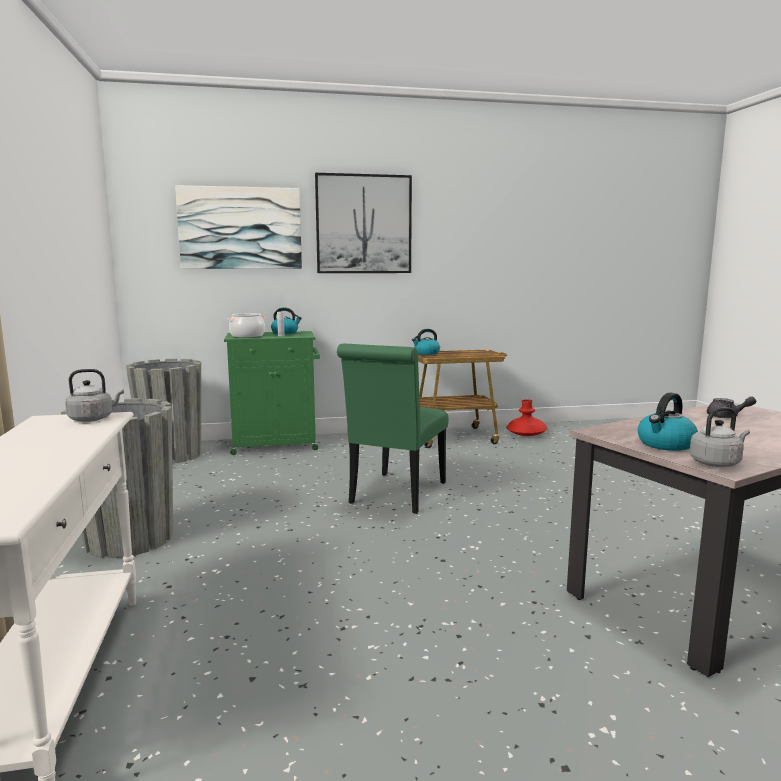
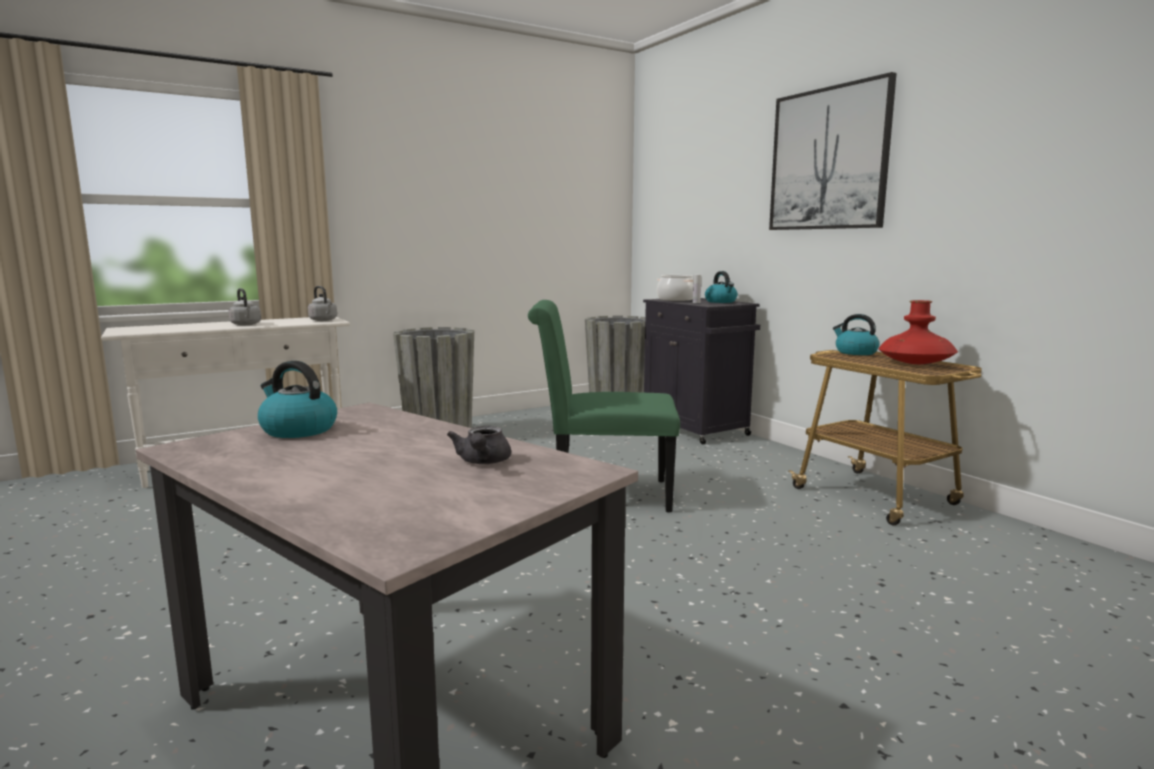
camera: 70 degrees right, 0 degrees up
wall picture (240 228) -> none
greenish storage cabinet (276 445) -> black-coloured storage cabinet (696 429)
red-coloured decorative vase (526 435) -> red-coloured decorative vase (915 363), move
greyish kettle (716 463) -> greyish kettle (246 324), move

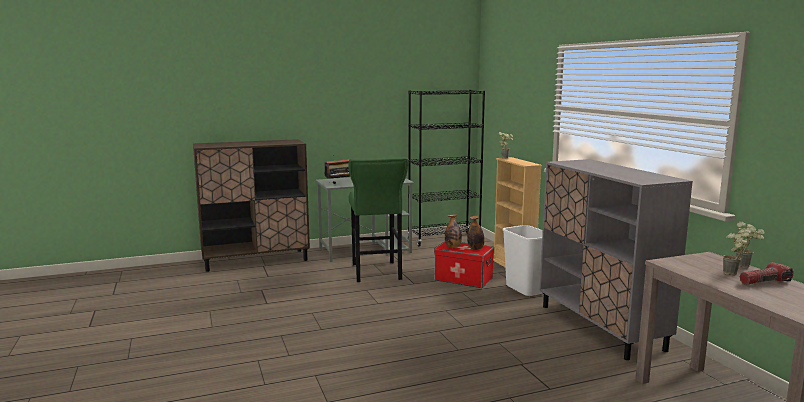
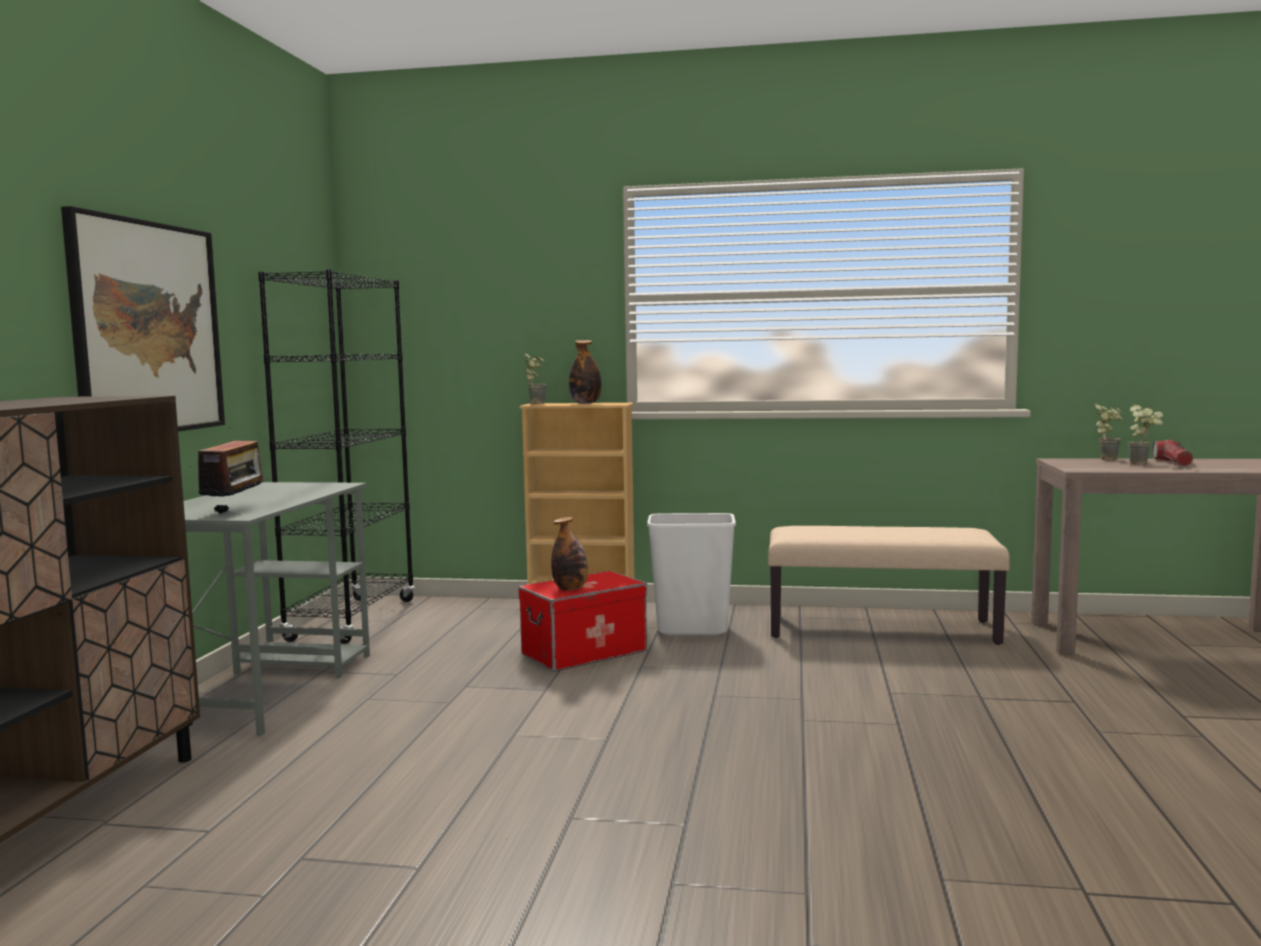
camera: 60 degrees left, 5 degrees down
greenish sitting stool (376 273) -> none
greyish storage cabinet (600 327) -> beige-coloured bench (881 629)
beverage bottle (475 249) -> beverage bottle (585 403), move
none -> wall picture (147 328)

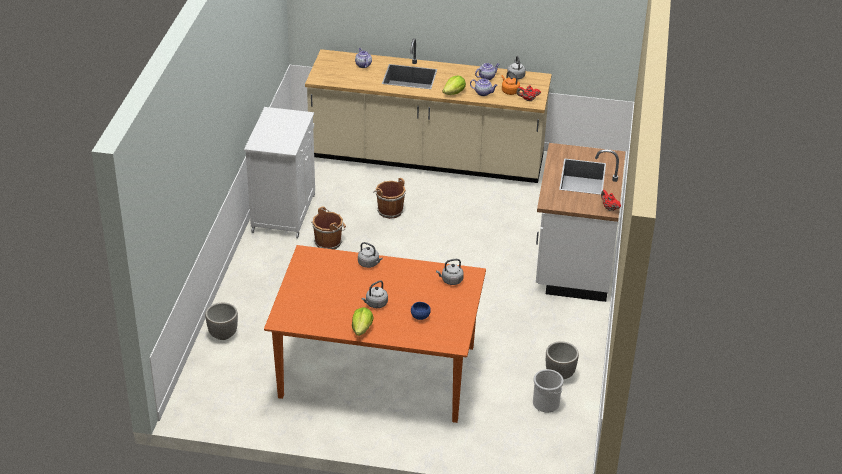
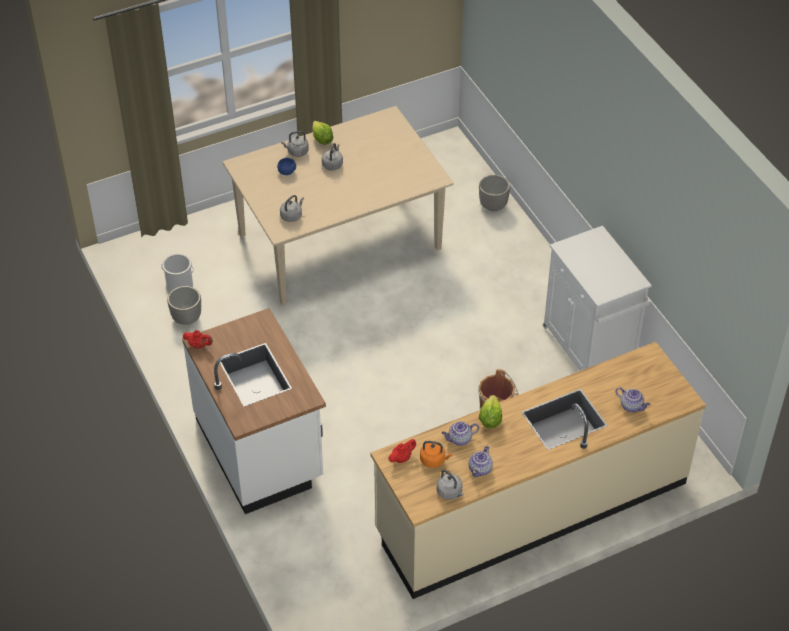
camera: 145 degrees right, 10 degrees up
brown bucket (329 242) -> none
greyish kettle (369 263) -> greyish kettle (296 152), move
orange dinner table (377 372) -> beige-coloured dinner table (340 240)

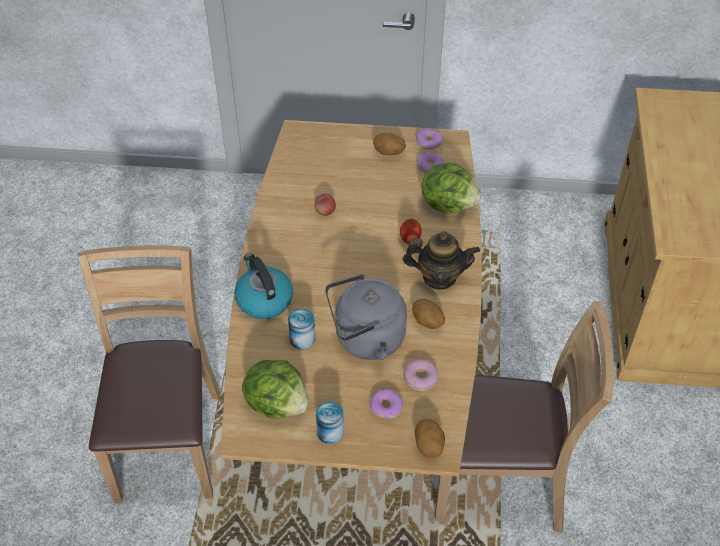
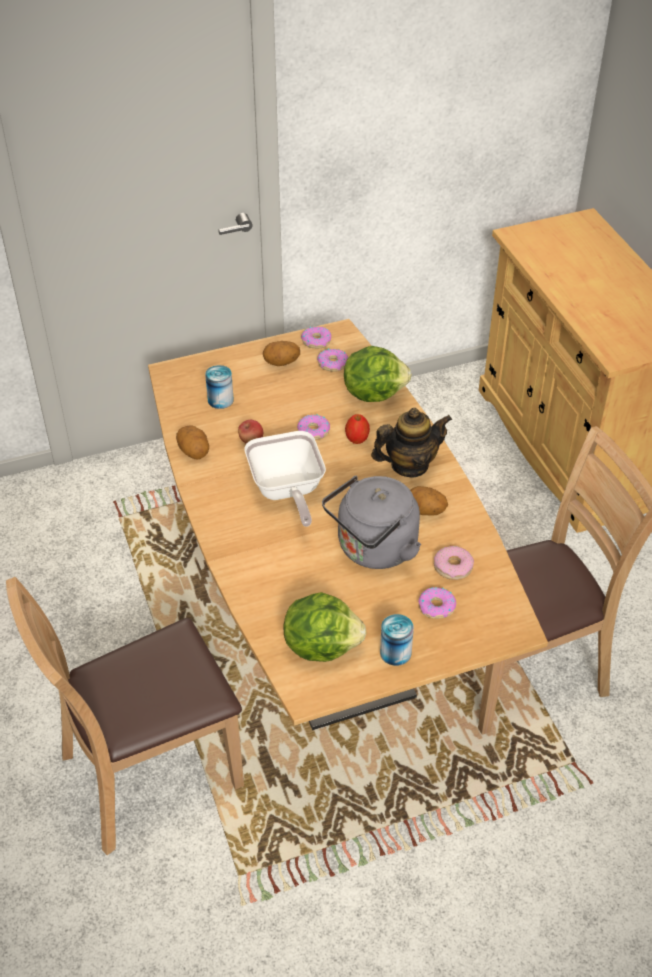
camera: 25 degrees left, 5 degrees down
brown upright chair (167 444) -> brown upright chair (149 773), 90 degrees counterclockwise
kettle (263 299) -> none
sealed can (302 339) -> sealed can (220 400), move
spud (429 445) -> spud (194 452), move
none -> donut (313 431)
none -> pan (287 491)

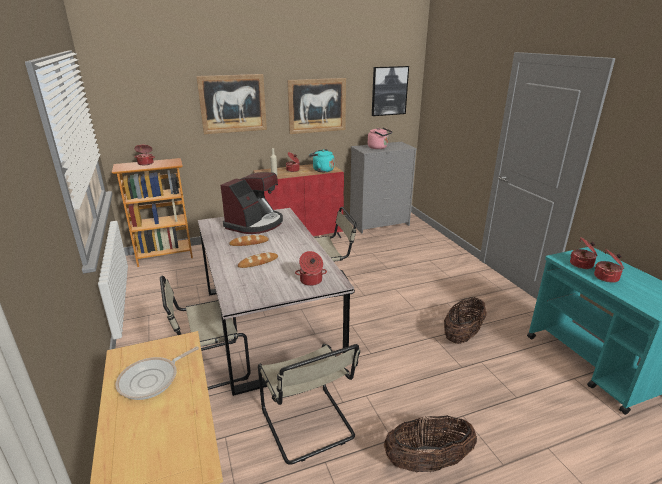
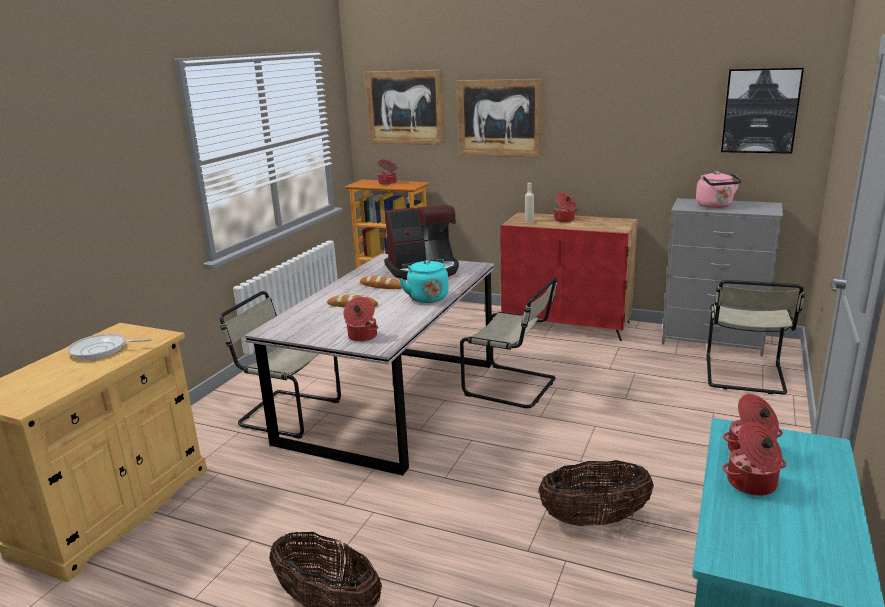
camera: 45 degrees right, 5 degrees down
wall picture (317 105) -> wall picture (405 107), move
blue-green kettle (322 170) -> blue-green kettle (426 297), move
beige-coloured upright chair (309 426) -> beige-coloured upright chair (744 377), move

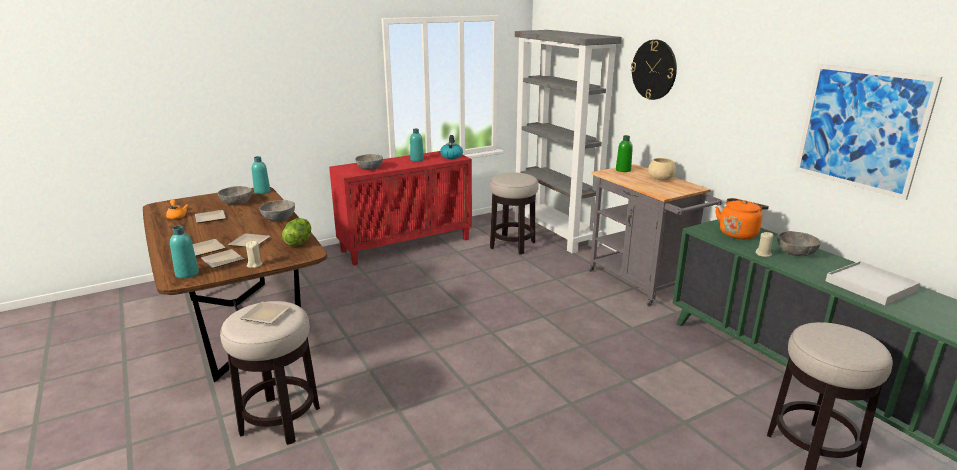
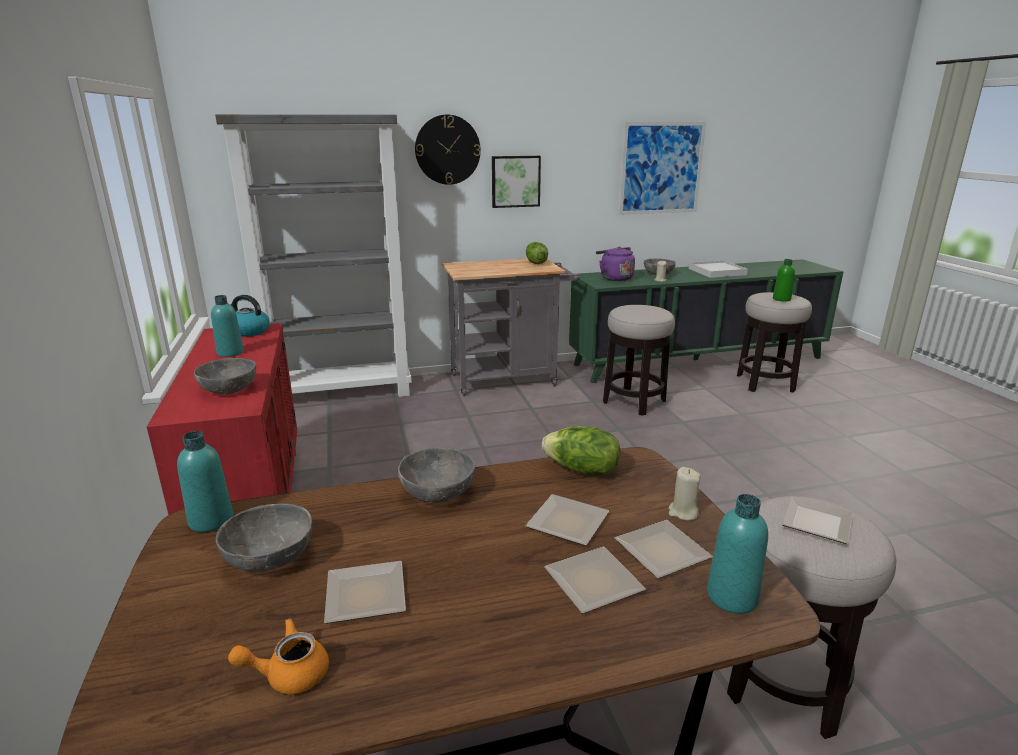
camera: 75 degrees left, 0 degrees up
greenish beverage bottle (623 170) -> greenish beverage bottle (781 299), move
beige-coloured deep dish (661 178) -> none
sitting stool (512 245) -> sitting stool (634 401), move
orange kettle (738 233) -> purple-coloured kettle (614 278)
none -> wall picture (515 181)
none -> lettuce head (535 263)

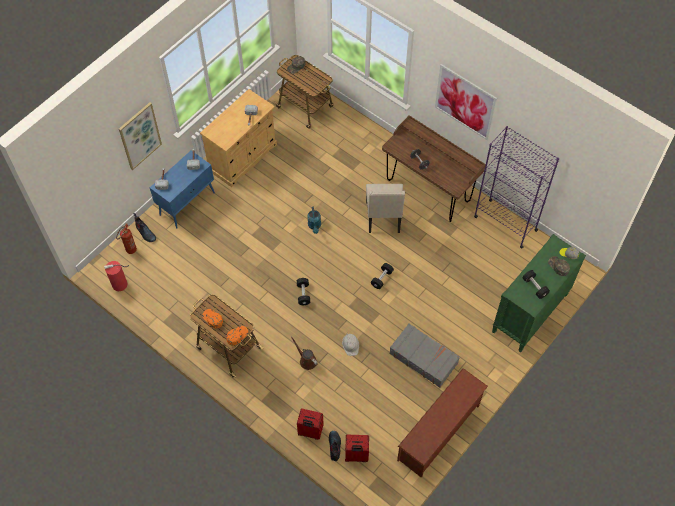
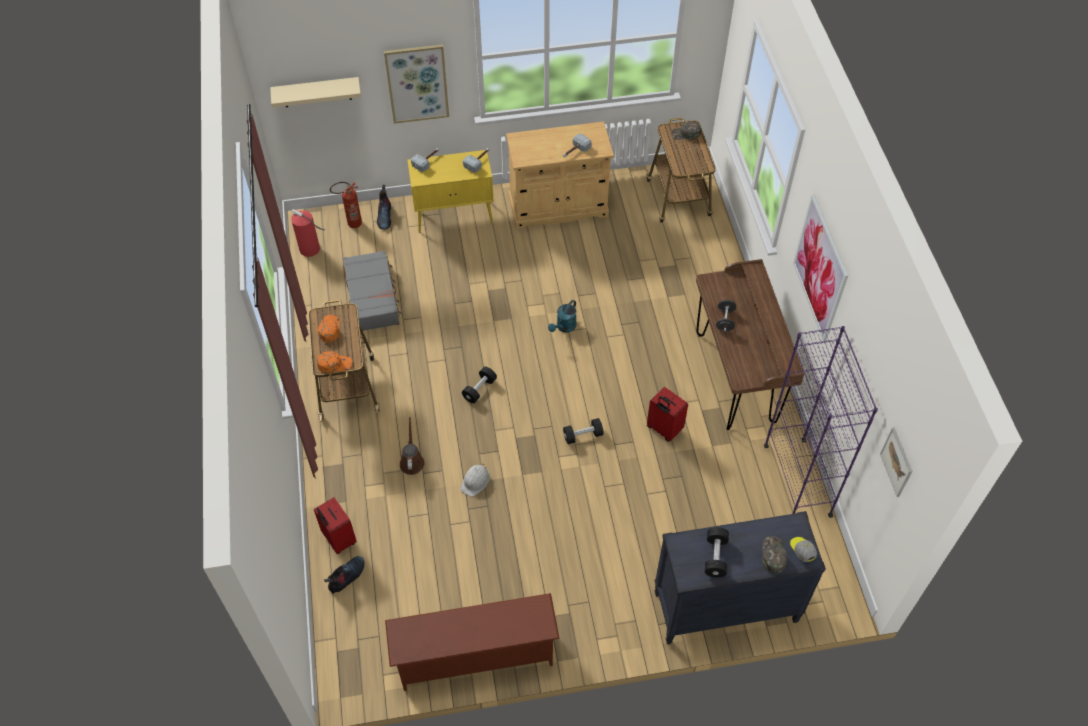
camera: 40 degrees right, 5 degrees down
blue storage cabinet (187 203) -> yellow-coloured storage cabinet (454 216)
beige-coloured upright chair (384 218) -> none
greenish dresser (530 314) -> black-coloured dresser (724 608)
greyish travel case (423 358) -> greyish travel case (372 297), move
red-coloured travel case (356 455) -> red-coloured travel case (663 429), move
none -> beige-coloured bracket shelf (316 92)
none -> wall picture (896 462)

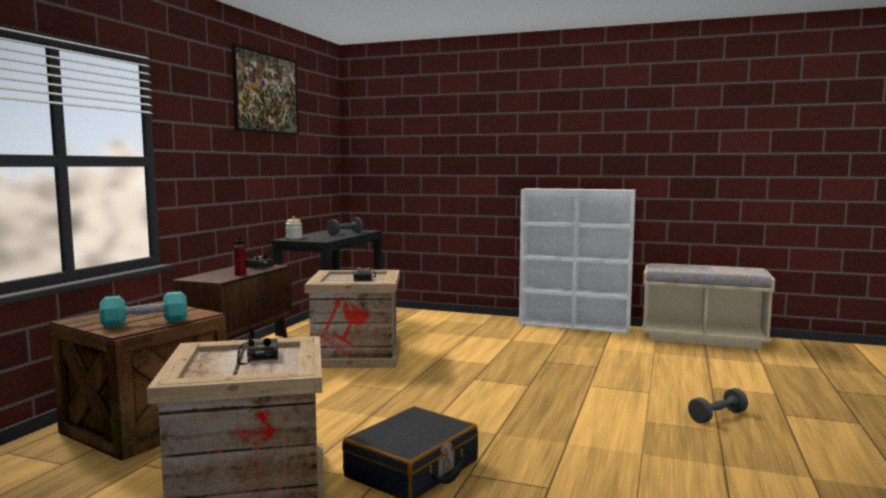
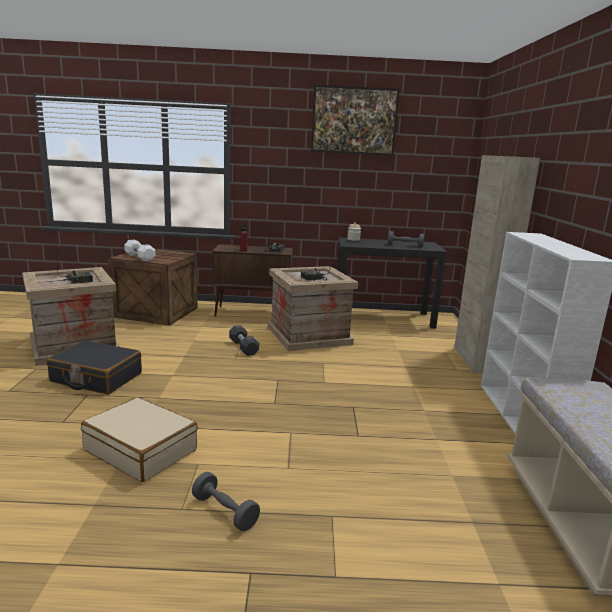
camera: 70 degrees right, 10 degrees up
blue-green dumbbell (145 323) -> white dumbbell (140 257)
none -> beige-coloured storage cabinet (476 360)
none -> black-coloured dumbbell (243 347)
none -> beige-coloured travel case (141 450)

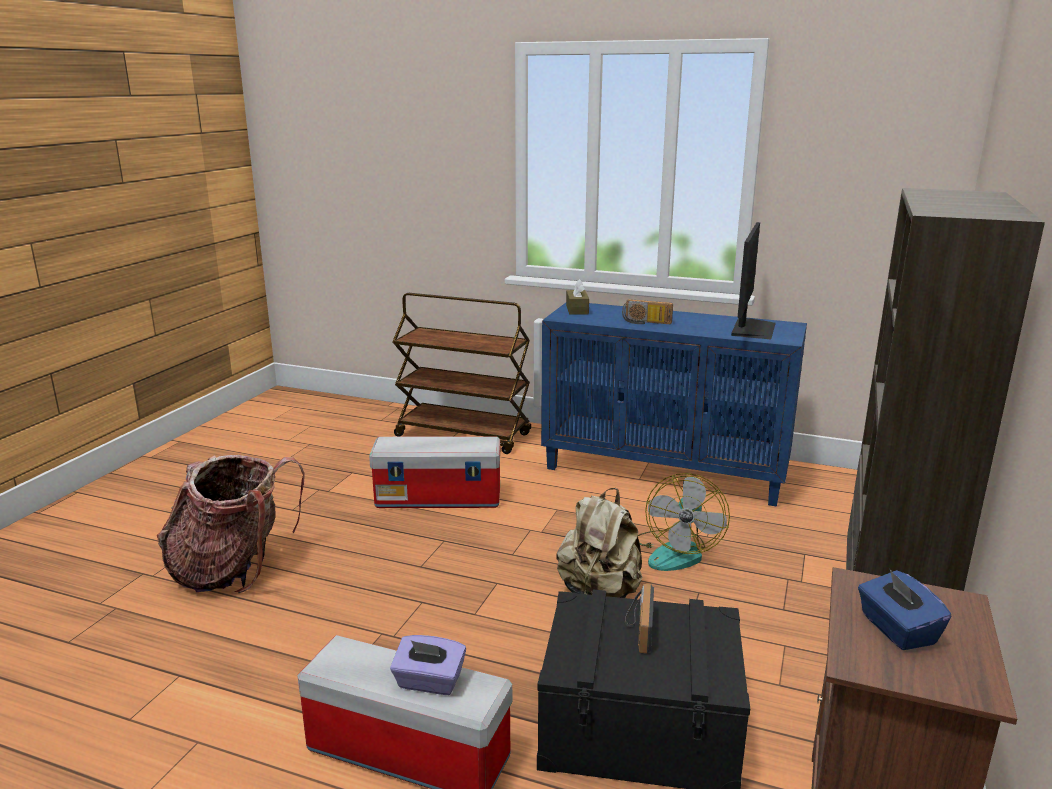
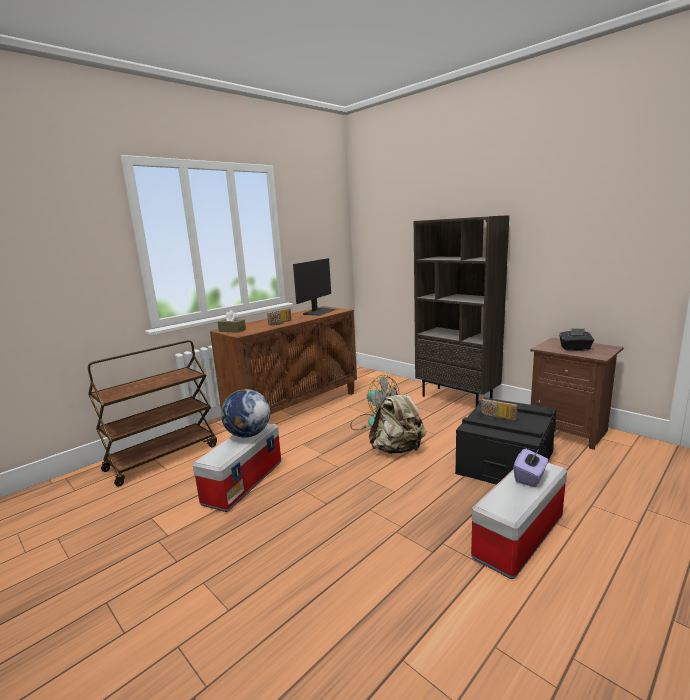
camera: 65 degrees left, 5 degrees down
computer display (752 328) -> computer display (319 312), 75 degrees clockwise
blue storage cabinet (665 472) -> brown storage cabinet (295 407)
rucksack (234 570) -> none
blue tissue box (896 629) -> black-coloured tissue box (575 348)
none -> desk globe (248 435)

